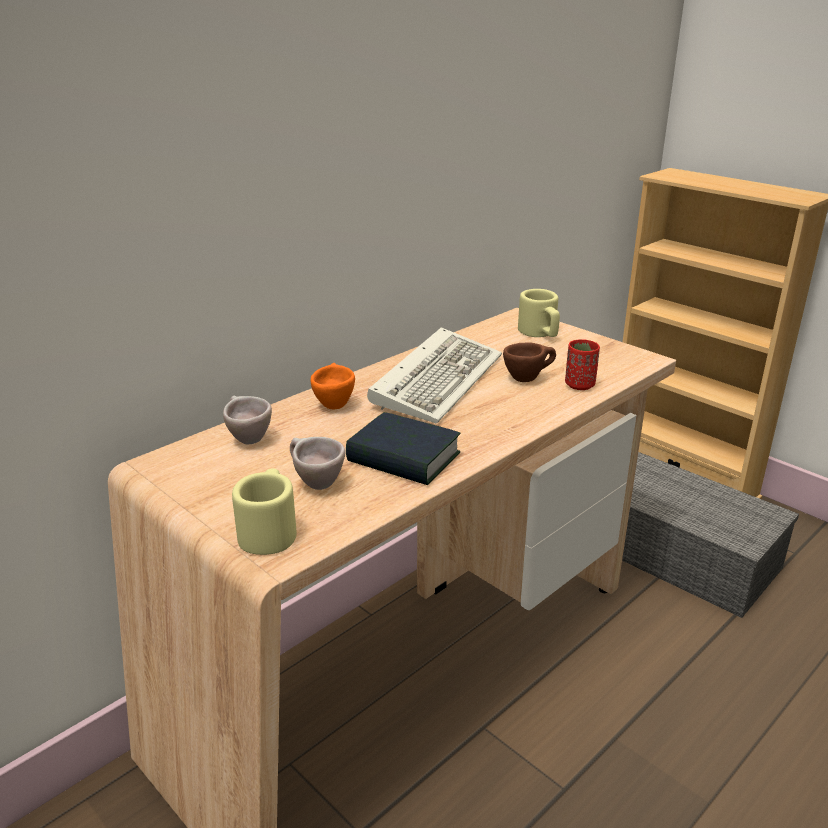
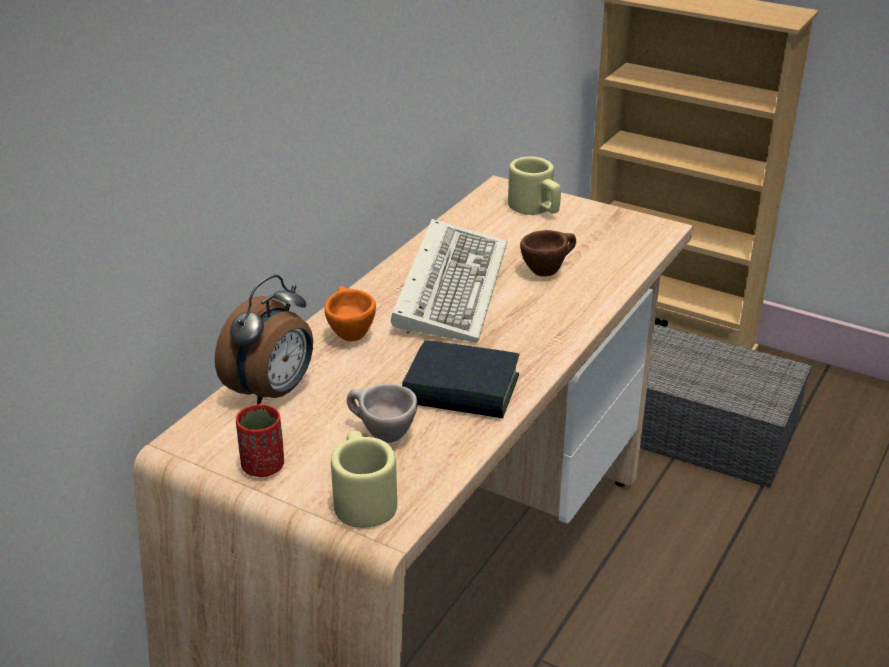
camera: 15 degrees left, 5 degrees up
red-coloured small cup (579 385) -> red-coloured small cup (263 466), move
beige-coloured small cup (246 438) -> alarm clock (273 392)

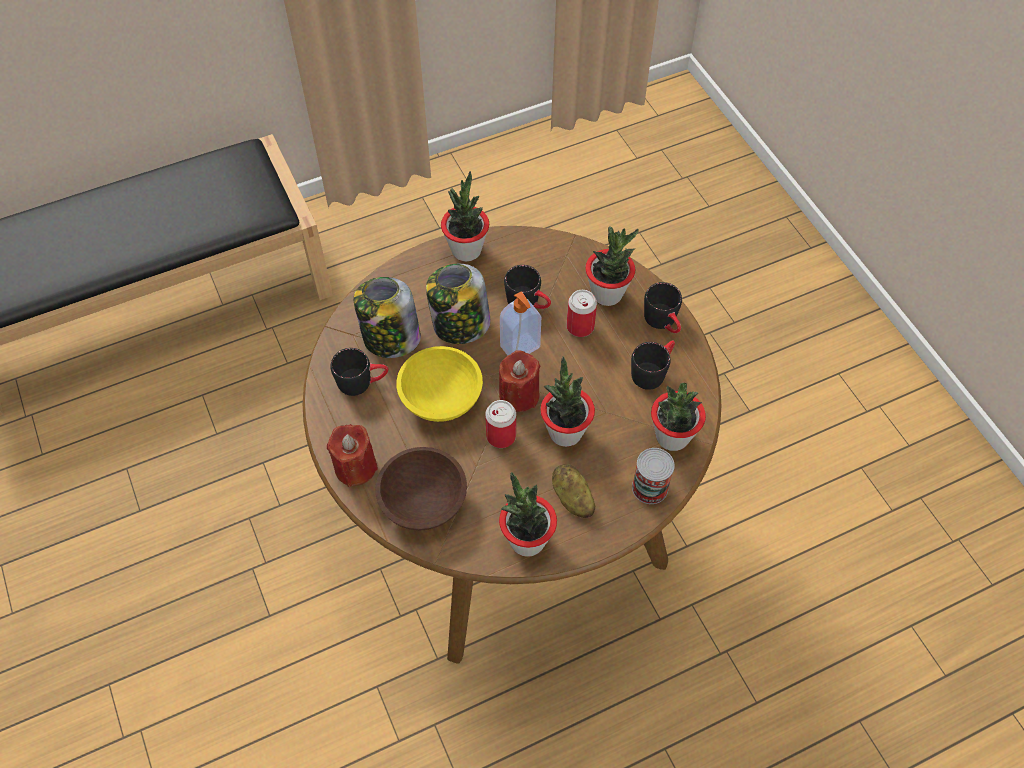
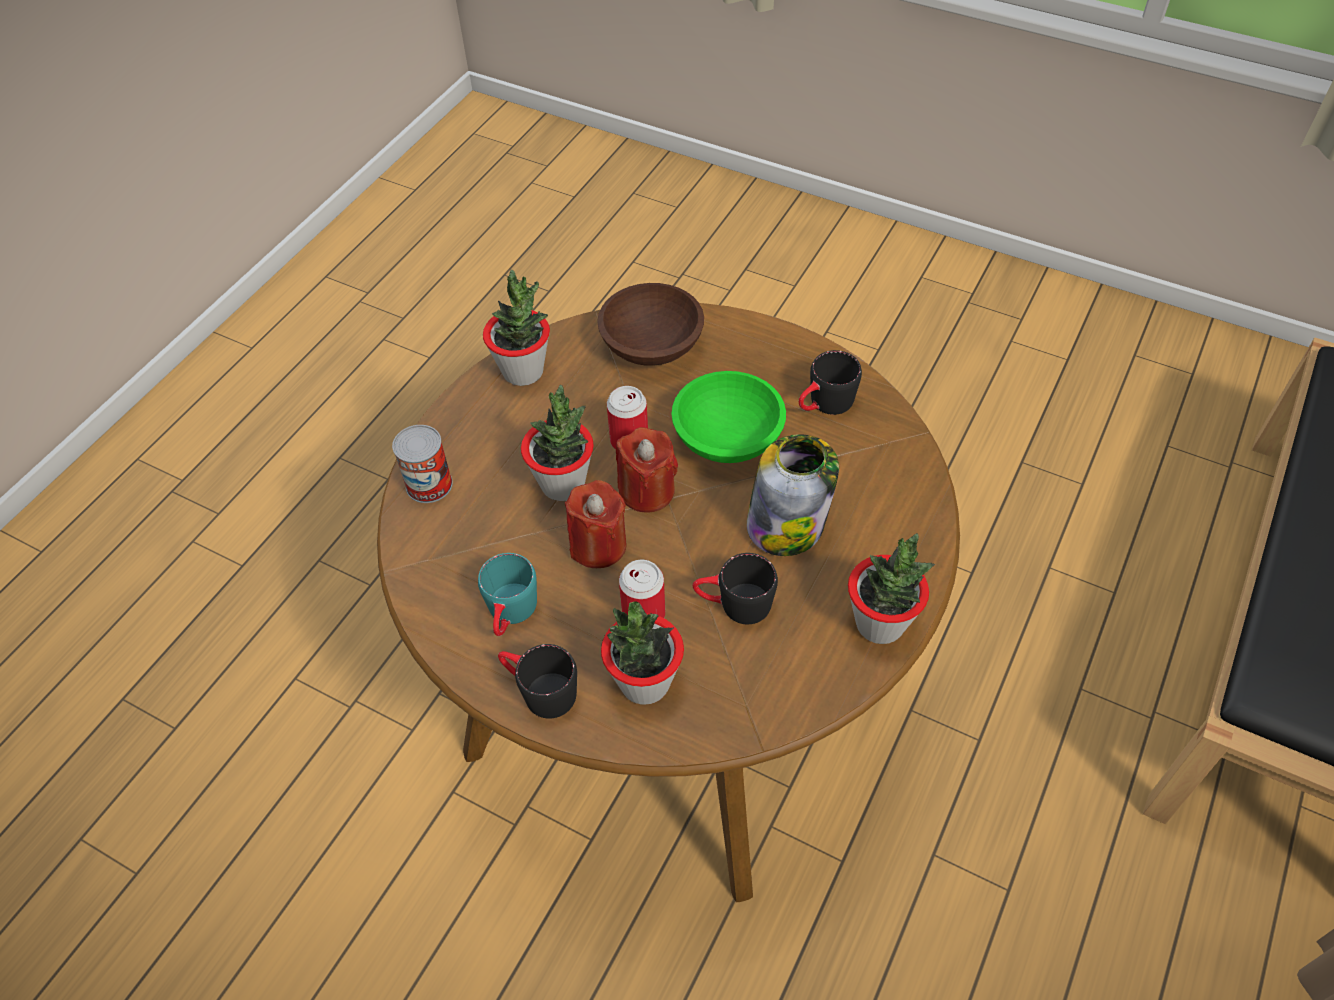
camera: 145 degrees right, 5 degrees down
preserve jar (390 338) -> none
liquid soap bottle (520 348) -> none
black-coloured tea mug (652 370) -> blue-green tea mug (510 615)
yellow-coloured deep dish (441 396) -> greenish deep dish (728 440)
plant in a pot (672 437) -> none
red-coloured candle (355 467) -> red-coloured candle (598 545), move
spud (572 498) -> none

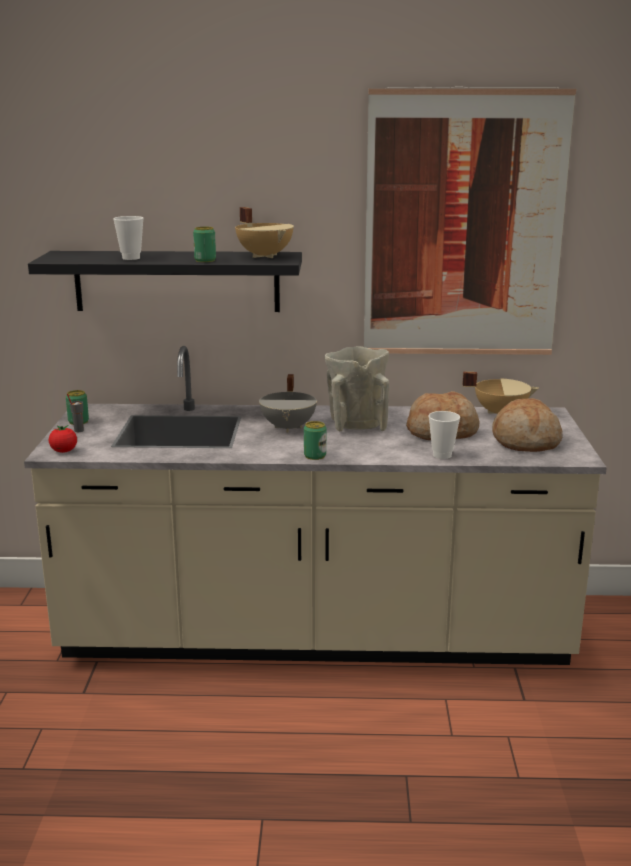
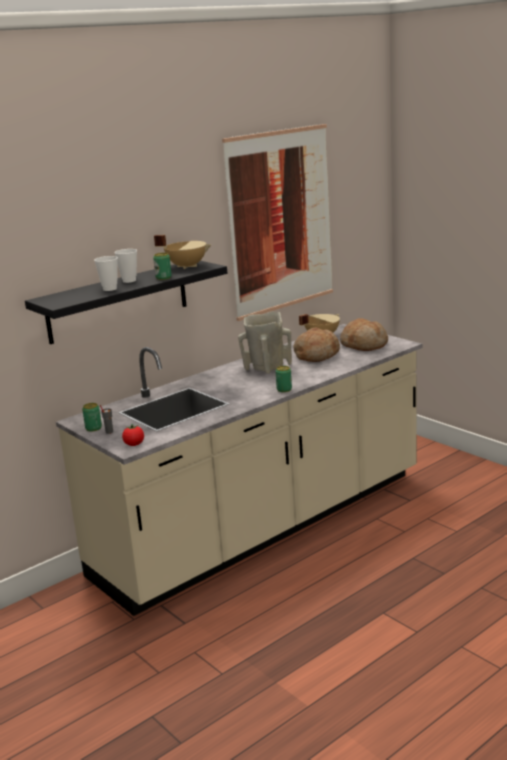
camera: 40 degrees left, 0 degrees up
greyish stockpot (289 427) -> none
small cup (442 455) -> small cup (129 281), move

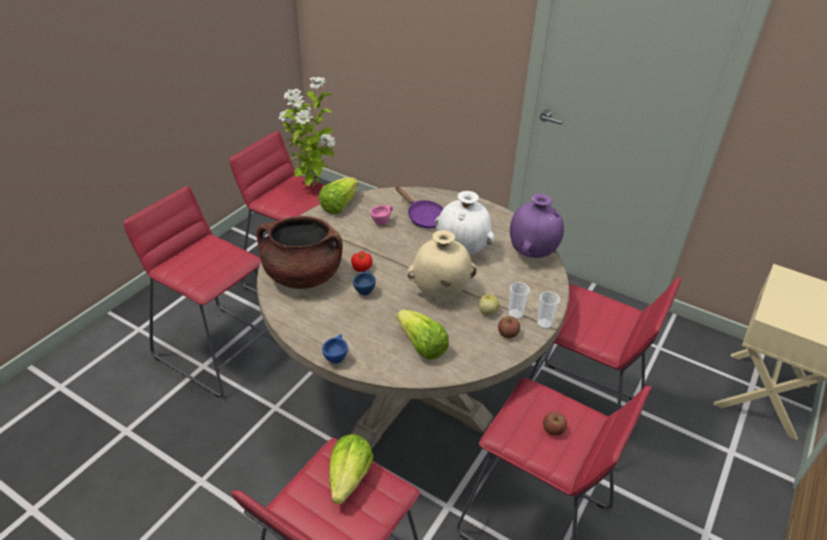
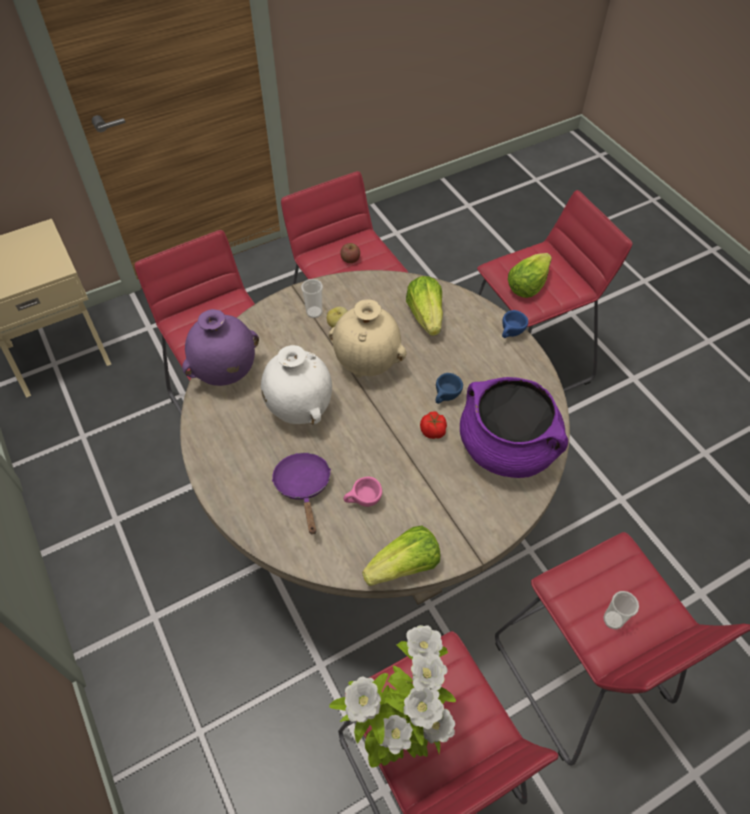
camera: 150 degrees left, 15 degrees up
brown stockpot (303 276) -> purple-coloured stockpot (507 448)
small cup (544 324) -> small cup (613 620), move
whole apple (508 334) -> none

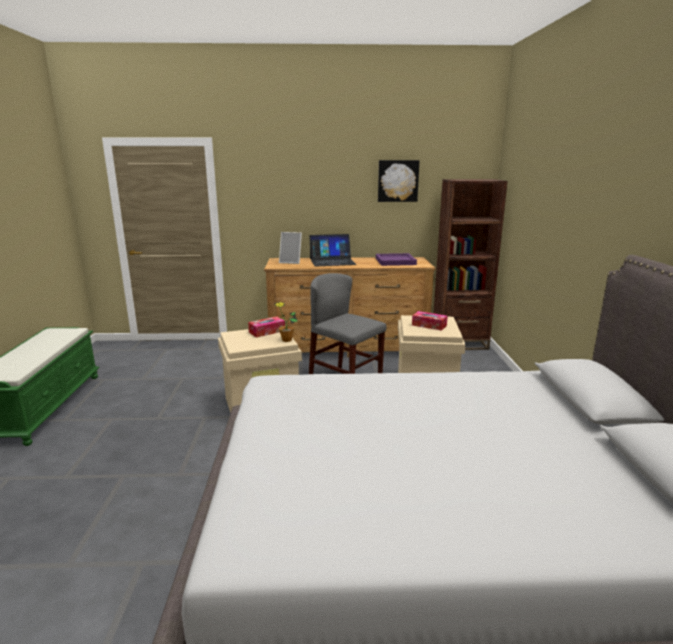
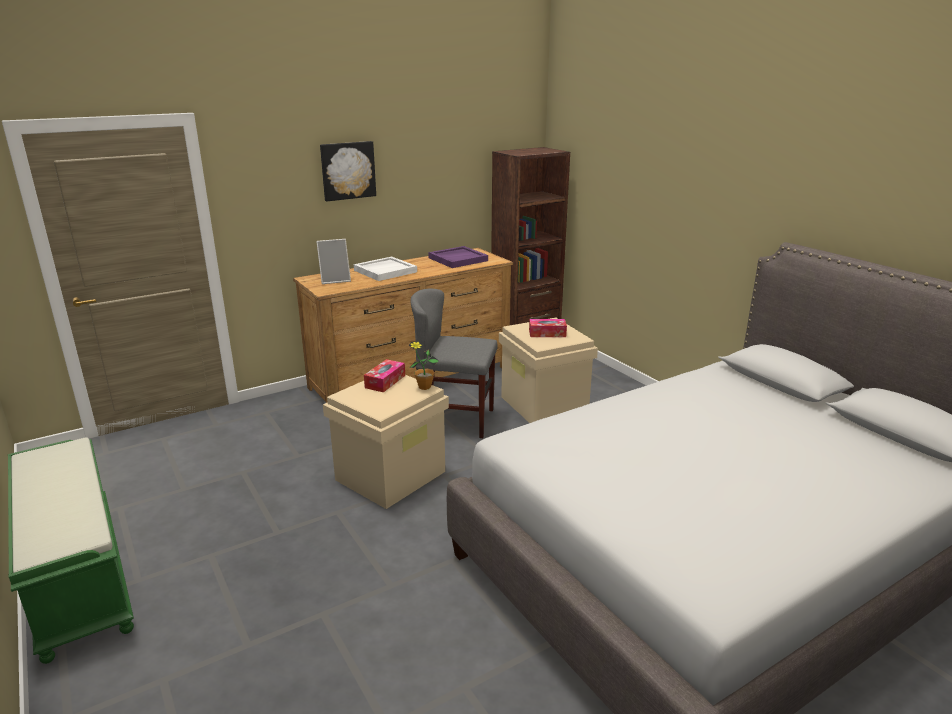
camera: 30 degrees left, 5 degrees up
wall picture (397 181) -> wall picture (347 170), move
portable computer (332 261) -> white tray (385 271)

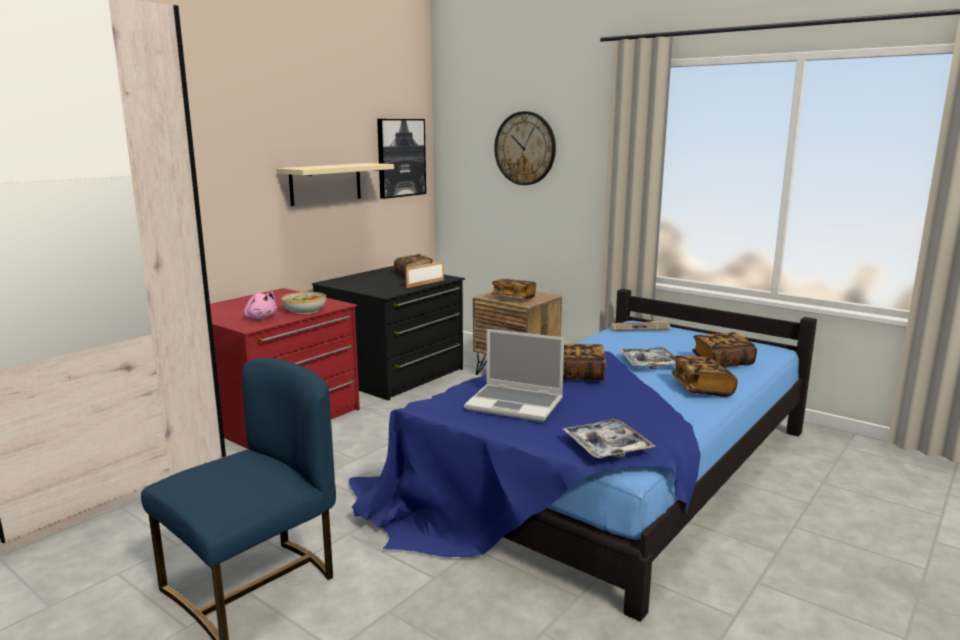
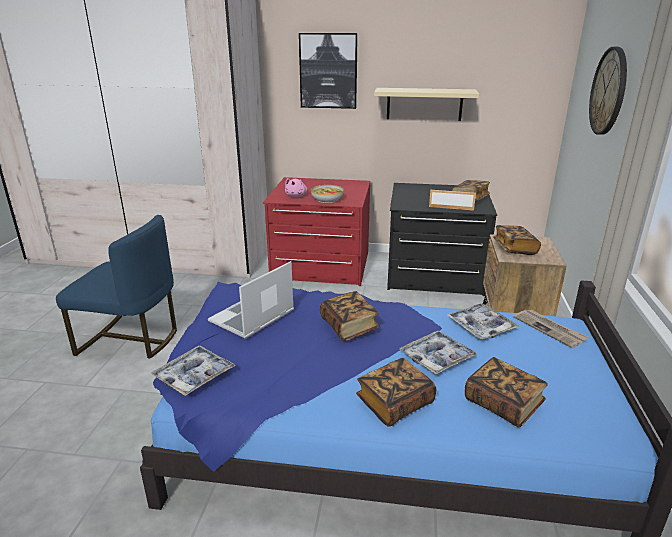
camera: 60 degrees right, 10 degrees up
wall picture (401 158) -> wall picture (328 71), move
portable computer (516 404) -> portable computer (252 317), 45 degrees clockwise
none -> tray (481 326)

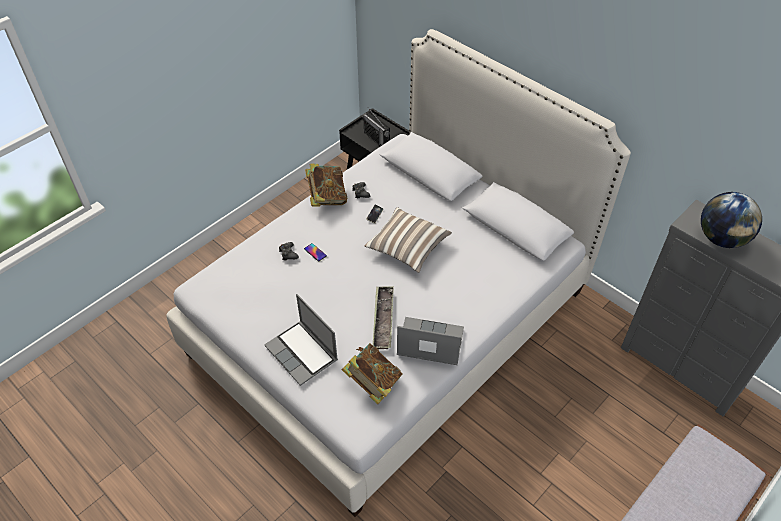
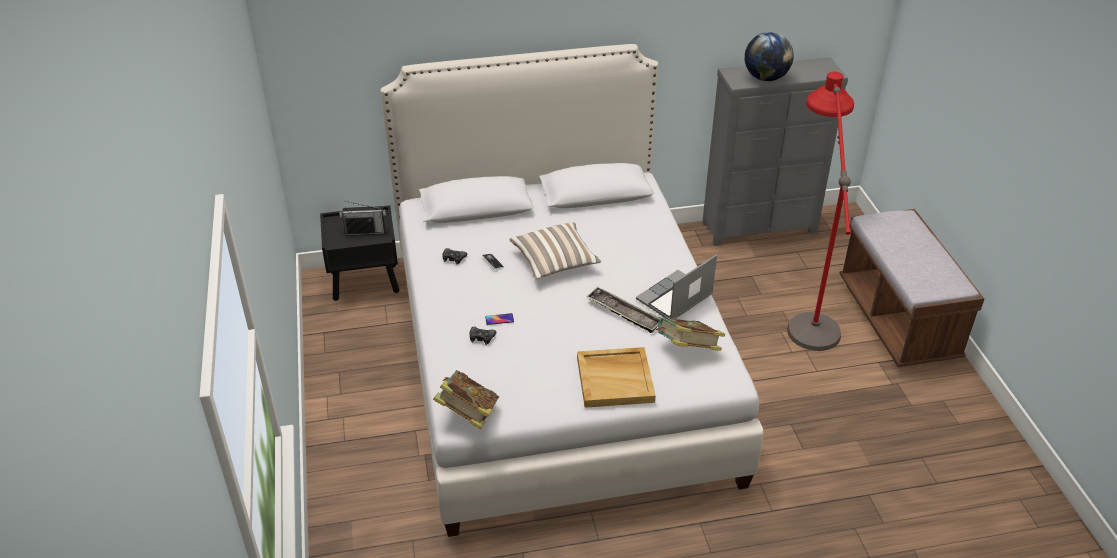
camera: 55 degrees left, 10 degrees down
volume (327 197) -> volume (468 414), move
portable computer (303 353) -> beige-coloured tray (615 379)
none -> red-coloured floor lamp (807 307)

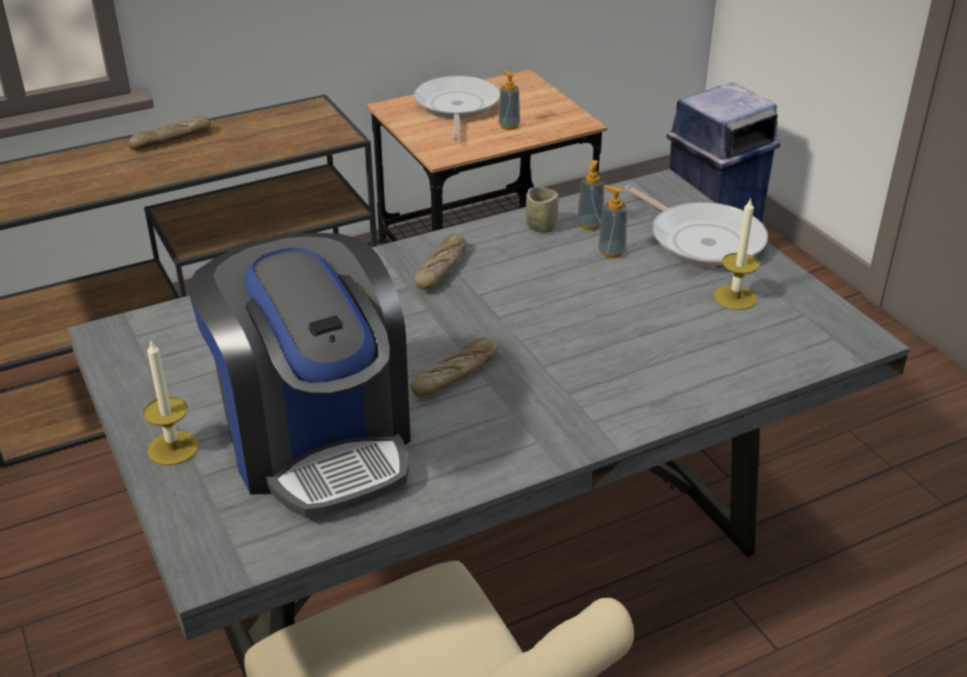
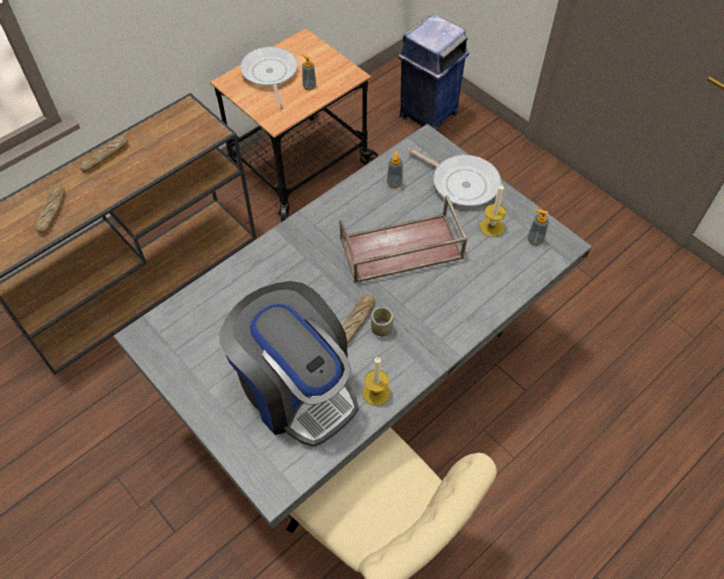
camera: 15 degrees left, 20 degrees up
liquid soap bottle (611 252) -> liquid soap bottle (535 240), move
small cup (541 227) -> small cup (381 329), move
bread (441 269) -> bread (52 212), move
candle (173 448) -> candle (376 393), move
none -> brown tray (400 249)

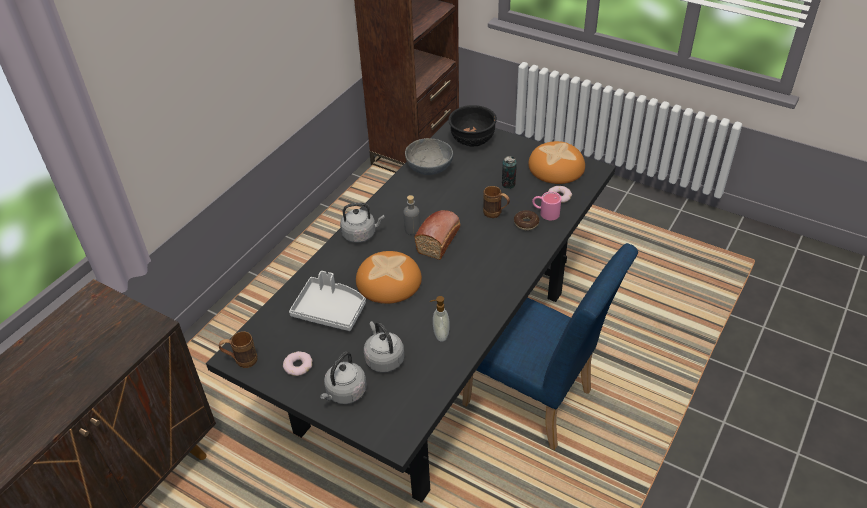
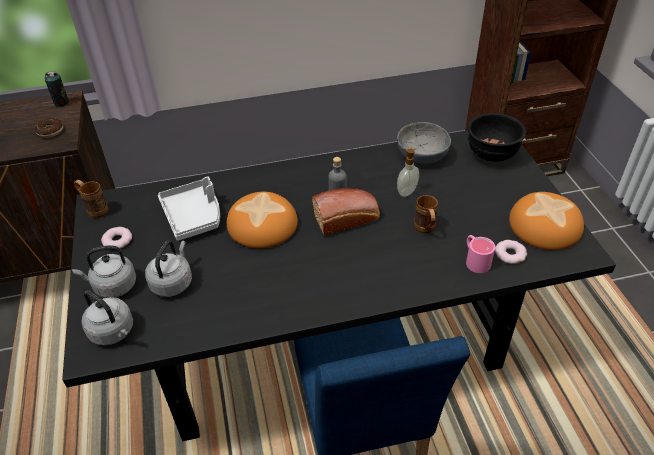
camera: 45 degrees right, 0 degrees up
sealed can (508 184) -> sealed can (61 103), move
greyish kettle (361 234) -> greyish kettle (113 332), move
donut (526 223) -> donut (50 131), move
liquid soap bottle (440 334) -> liquid soap bottle (406 191), move

